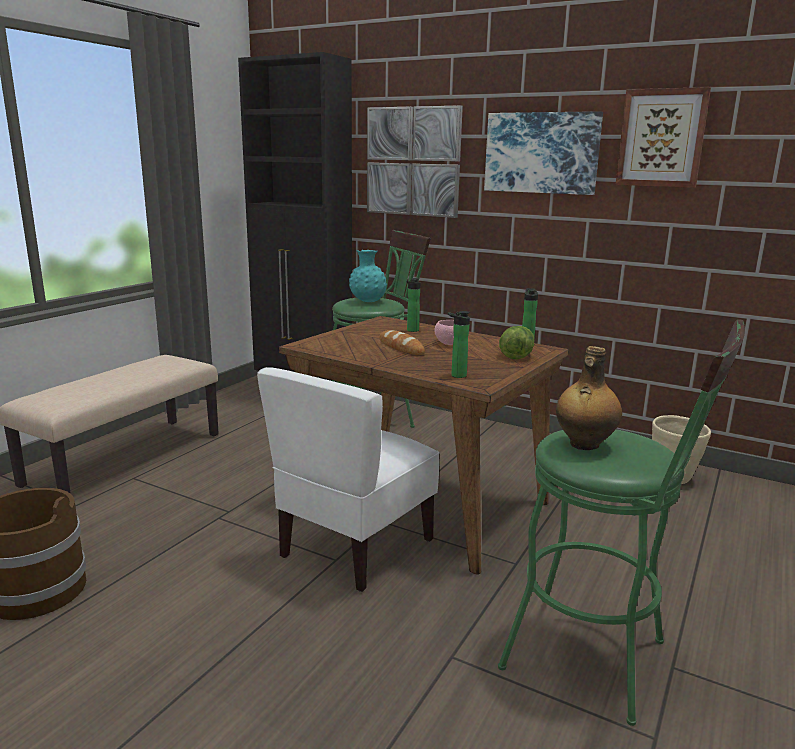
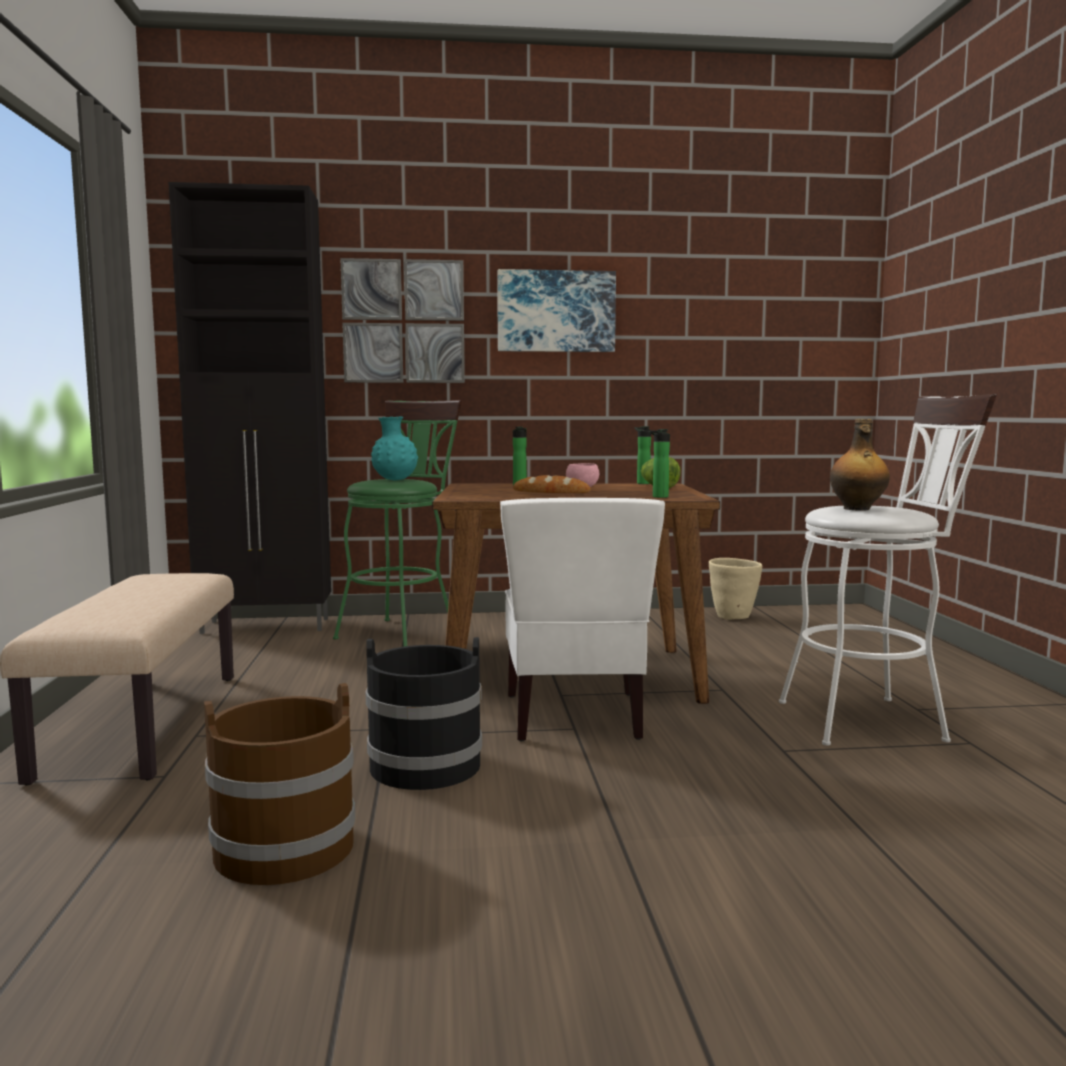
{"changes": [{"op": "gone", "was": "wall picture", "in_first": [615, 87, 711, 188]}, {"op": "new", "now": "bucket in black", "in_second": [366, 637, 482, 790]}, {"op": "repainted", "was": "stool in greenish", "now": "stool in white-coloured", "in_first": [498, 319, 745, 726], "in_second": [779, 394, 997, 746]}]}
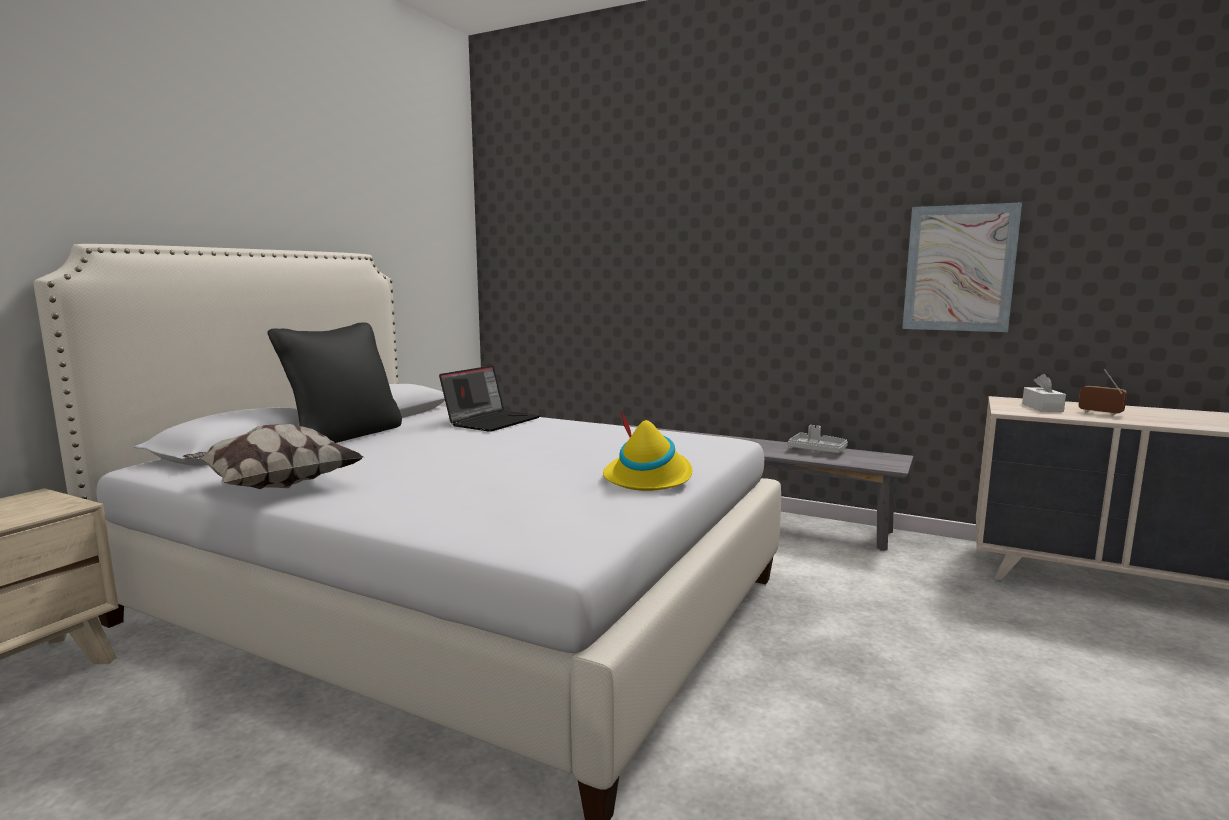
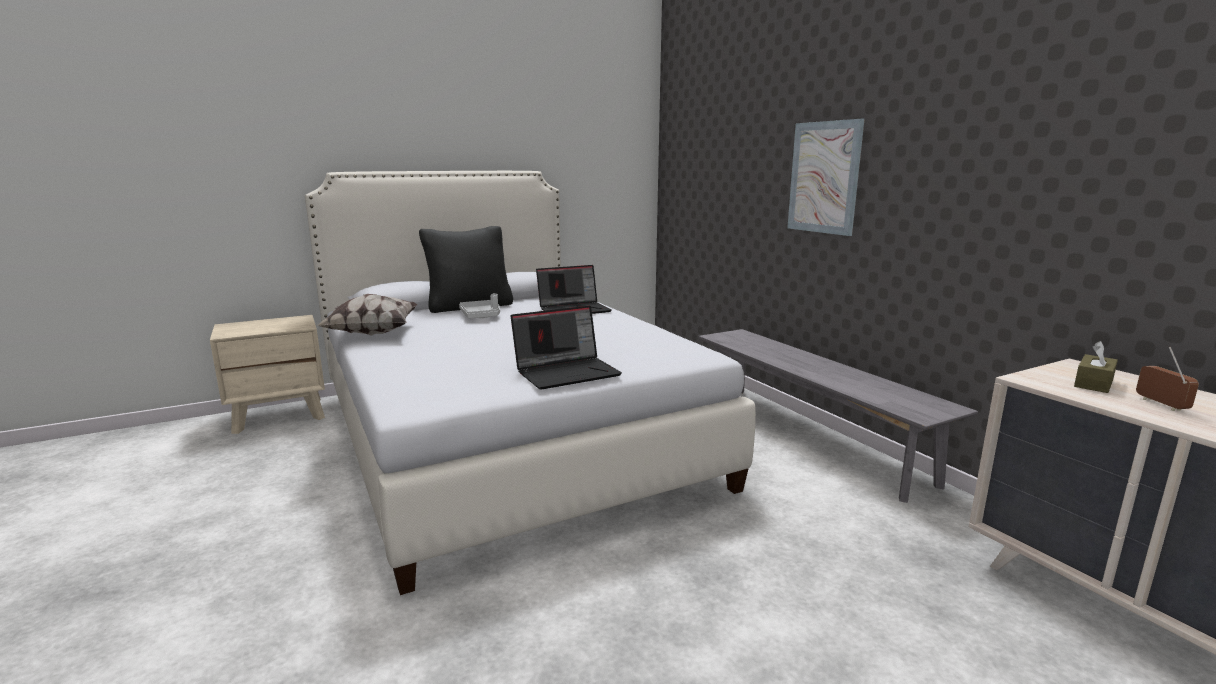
{"changes": [{"op": "shifted", "was": "tray in gray", "in_first": [788, 425, 848, 453], "in_second": [459, 293, 500, 319]}, {"op": "shifted", "was": "wall picture", "in_first": [902, 202, 1022, 332], "in_second": [787, 119, 864, 236]}, {"op": "swapped", "was": "clothing hat in yellow", "now": "laptop", "in_first": [603, 410, 692, 491], "in_second": [511, 306, 622, 390]}, {"op": "repainted", "was": "tissue box in white-coloured", "now": "tissue box in brown", "in_first": [1022, 374, 1066, 412], "in_second": [1074, 341, 1118, 393]}]}
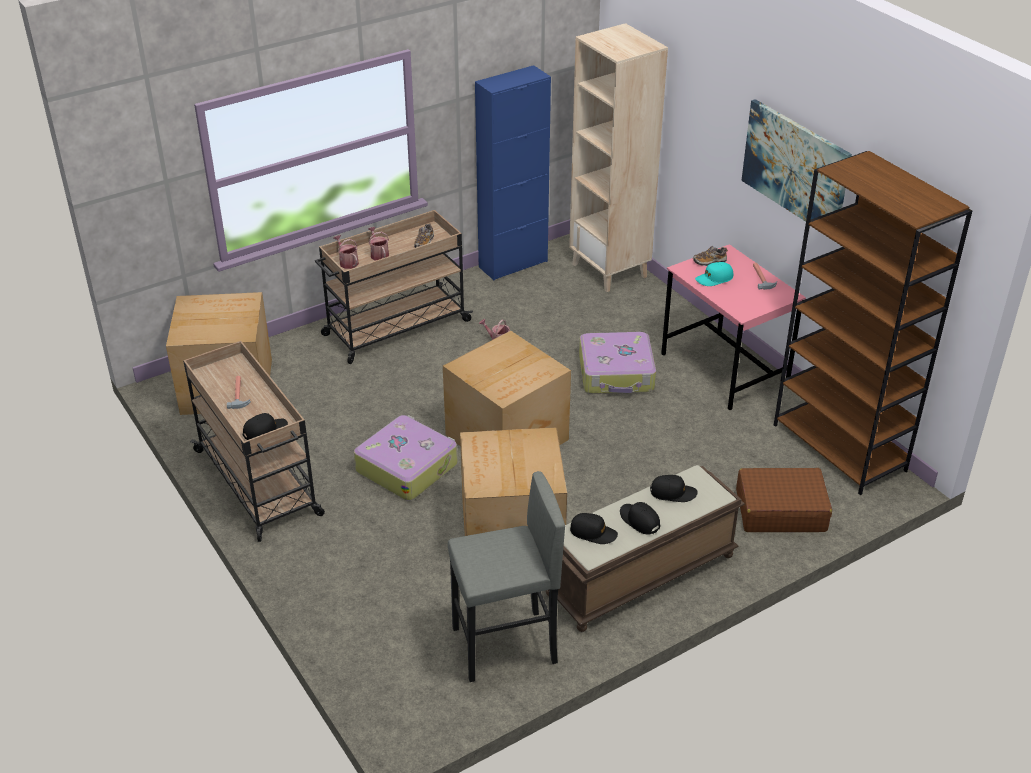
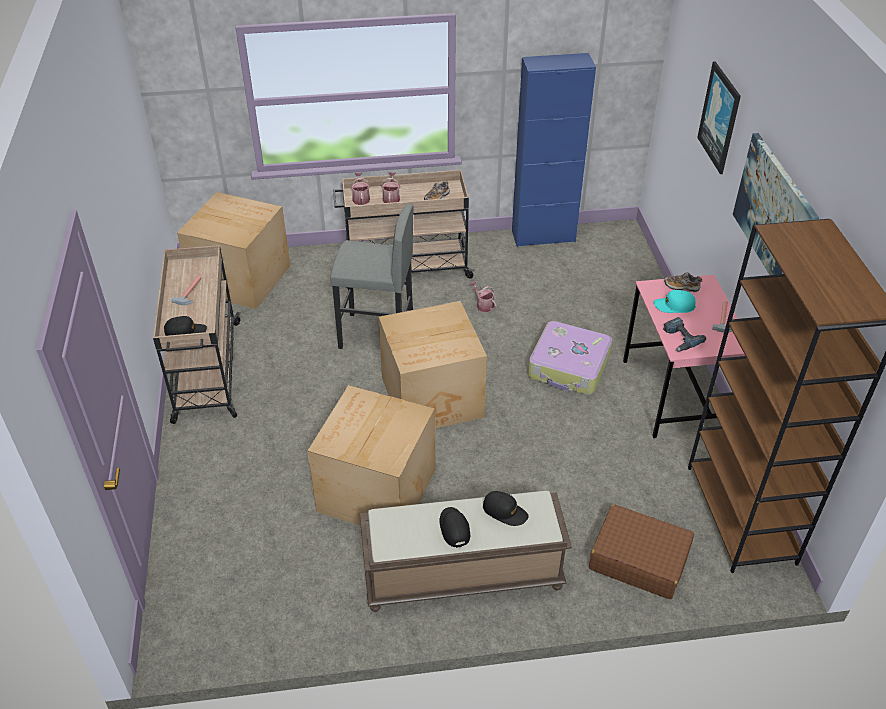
{"changes": [{"op": "gone", "was": "travel case", "in_first": [354, 415, 457, 500]}, {"op": "gone", "was": "bookshelf in beige", "in_first": [569, 23, 668, 292]}, {"op": "gone", "was": "cap in black", "in_first": [570, 513, 618, 544]}, {"op": "new", "now": "drill", "in_second": [663, 317, 706, 351]}, {"op": "new", "now": "wall picture", "in_second": [697, 61, 741, 174]}, {"op": "shifted", "was": "stool in gray", "in_first": [448, 471, 565, 682], "in_second": [330, 204, 414, 349]}]}
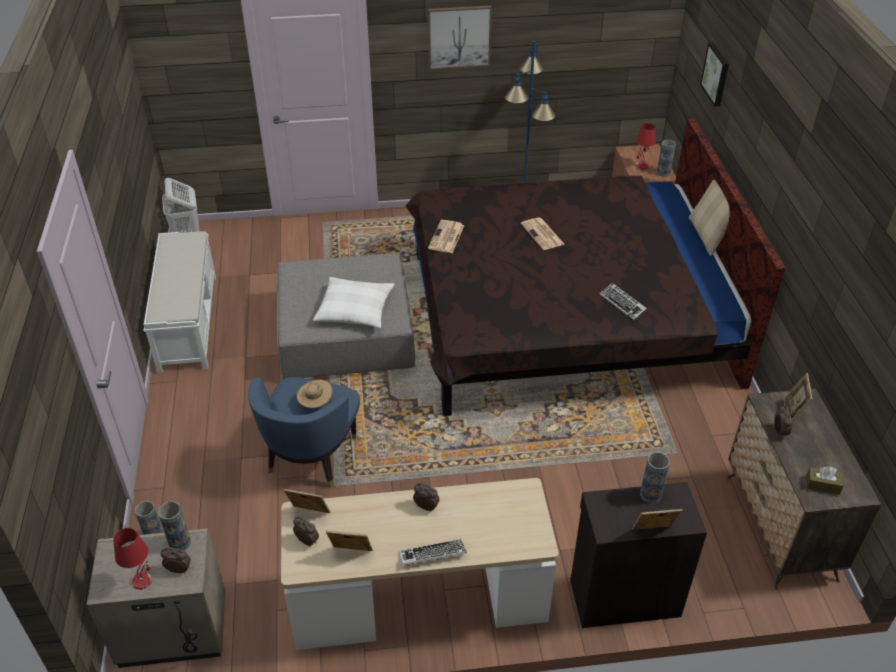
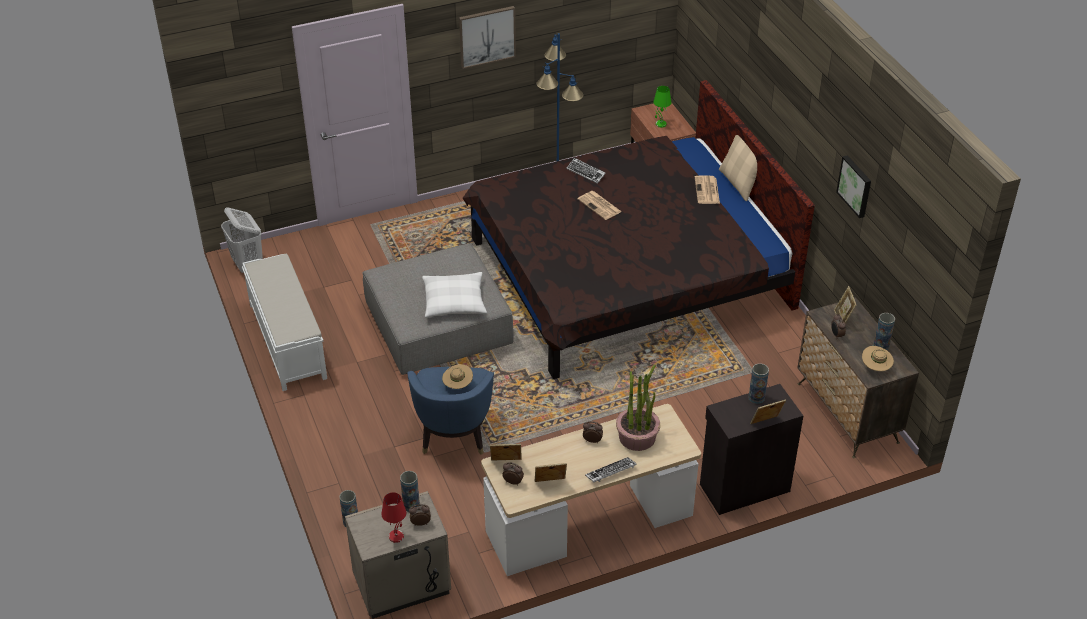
{"changes": [{"op": "new", "now": "plant in a pot", "in_second": [616, 365, 660, 451]}, {"op": "shifted", "was": "printed paper", "in_first": [428, 220, 464, 253], "in_second": [695, 175, 720, 204]}, {"op": "shifted", "was": "computer keyboard", "in_first": [600, 283, 647, 320], "in_second": [566, 158, 606, 184]}, {"op": "shifted", "was": "vase", "in_first": [657, 140, 676, 177], "in_second": [873, 313, 895, 350]}, {"op": "shifted", "was": "wall picture", "in_first": [700, 43, 729, 107], "in_second": [836, 156, 871, 218]}, {"op": "swapped", "was": "tissue box in brown", "now": "clothing hat in beige", "in_first": [806, 466, 844, 495], "in_second": [862, 346, 894, 371]}, {"op": "repainted", "was": "table lamp in reddish", "now": "table lamp in greenish", "in_first": [636, 123, 656, 170], "in_second": [653, 86, 671, 128]}]}
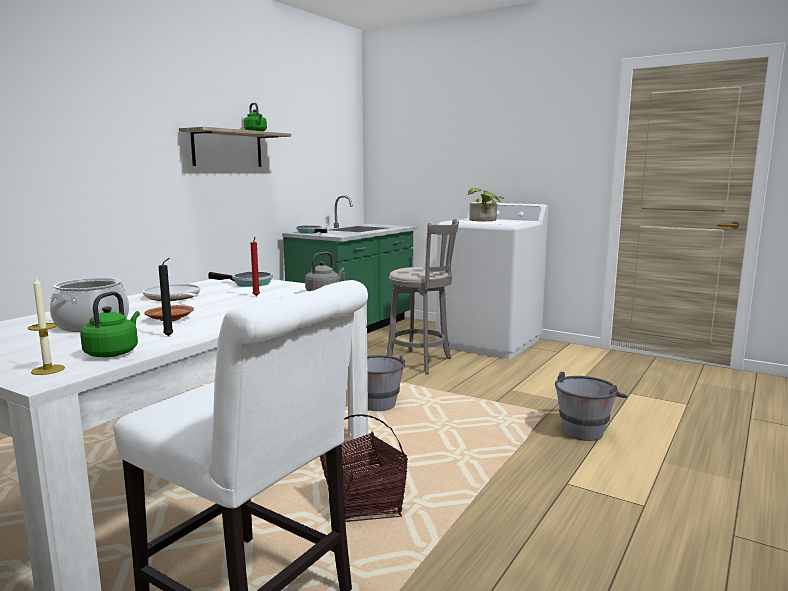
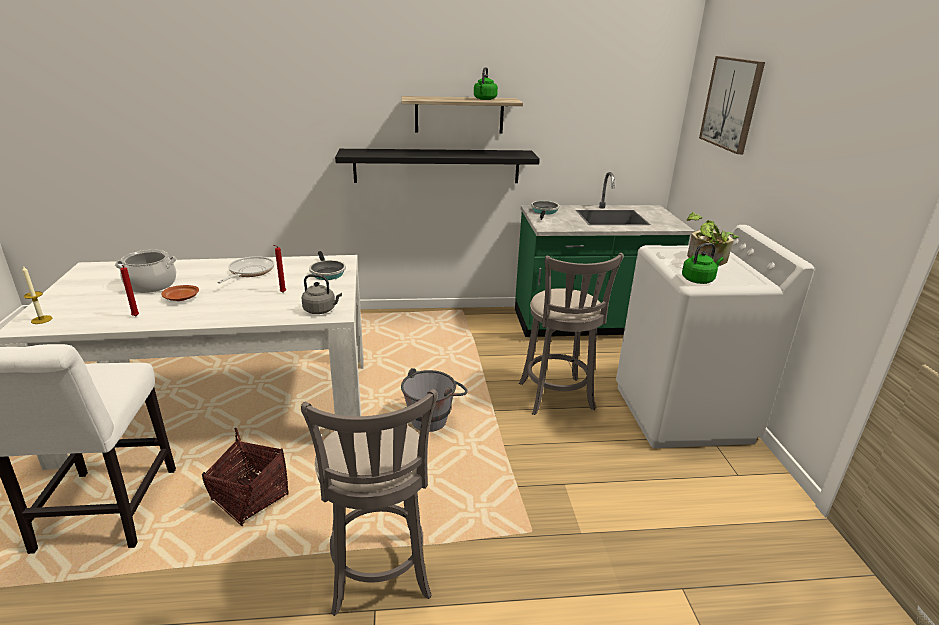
{"changes": [{"op": "gone", "was": "bucket in gray", "in_first": [555, 372, 628, 441]}, {"op": "new", "now": "stool in gray", "in_second": [301, 389, 437, 616]}, {"op": "new", "now": "wall shelf in black", "in_second": [335, 149, 540, 183]}, {"op": "new", "now": "wall picture", "in_second": [699, 56, 765, 154]}, {"op": "shifted", "was": "water kettle in greenish", "in_first": [80, 291, 140, 358], "in_second": [682, 243, 724, 284]}, {"op": "repainted", "was": "candle in black", "now": "candle in reddish", "in_first": [158, 258, 174, 336], "in_second": [120, 265, 139, 316]}]}
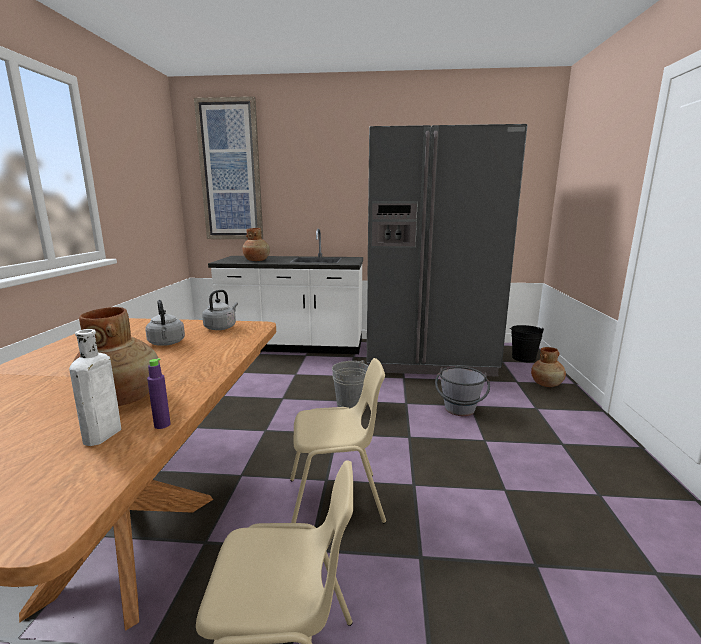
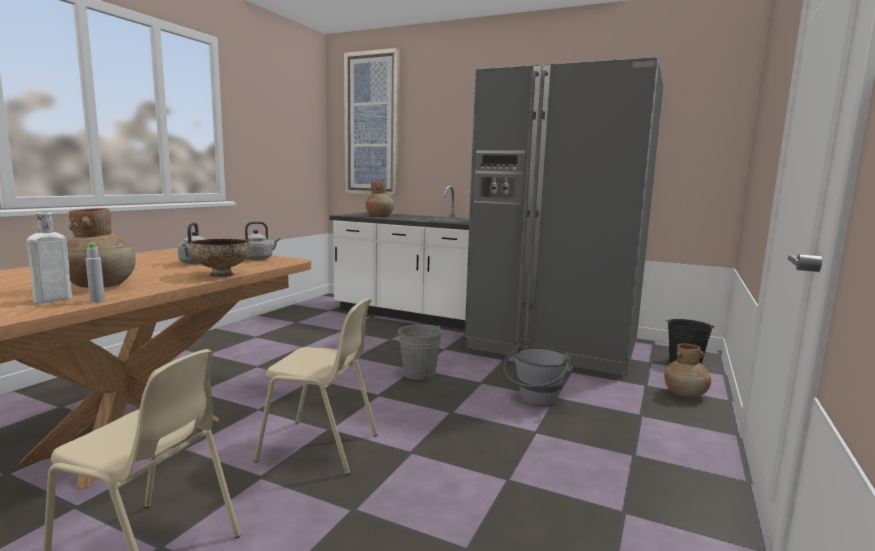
{"changes": [{"op": "new", "now": "bowl", "in_second": [190, 239, 250, 277]}, {"op": "repainted", "was": "drink bottle in purple-coloured", "now": "drink bottle in gray", "in_first": [147, 358, 171, 429], "in_second": [86, 243, 105, 303]}]}
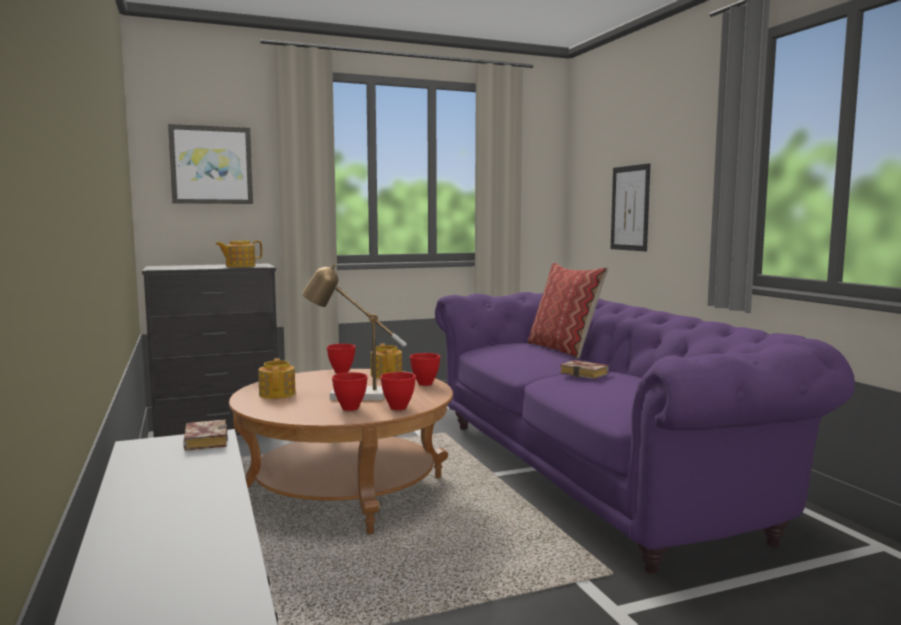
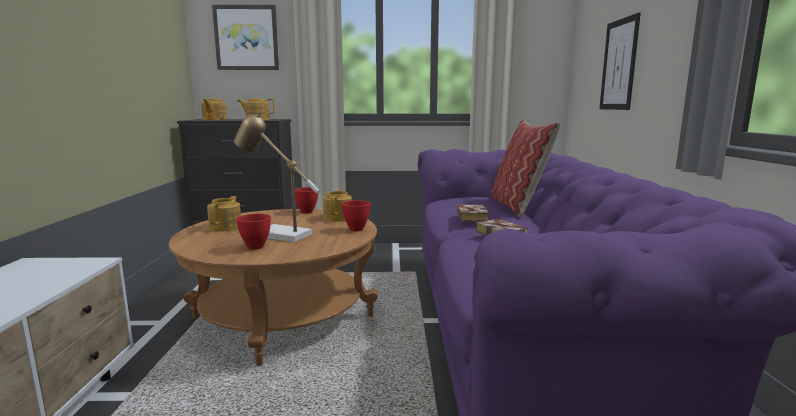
{"changes": [{"op": "gone", "was": "bowl in reddish", "in_first": [381, 372, 416, 410]}, {"op": "new", "now": "tea pot", "in_second": [201, 99, 227, 120]}, {"op": "shifted", "was": "bound book", "in_first": [183, 420, 228, 451], "in_second": [457, 205, 489, 221]}]}
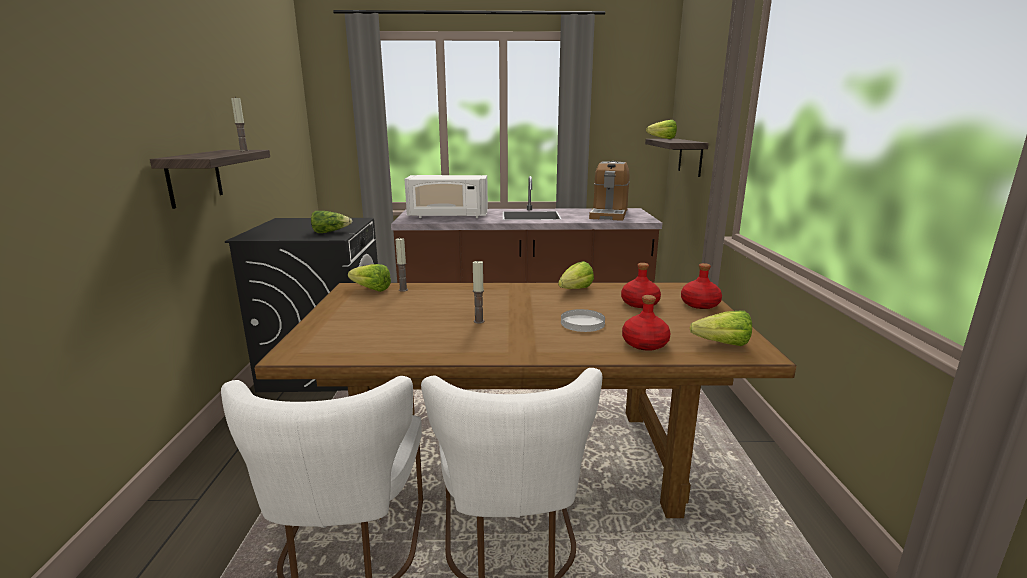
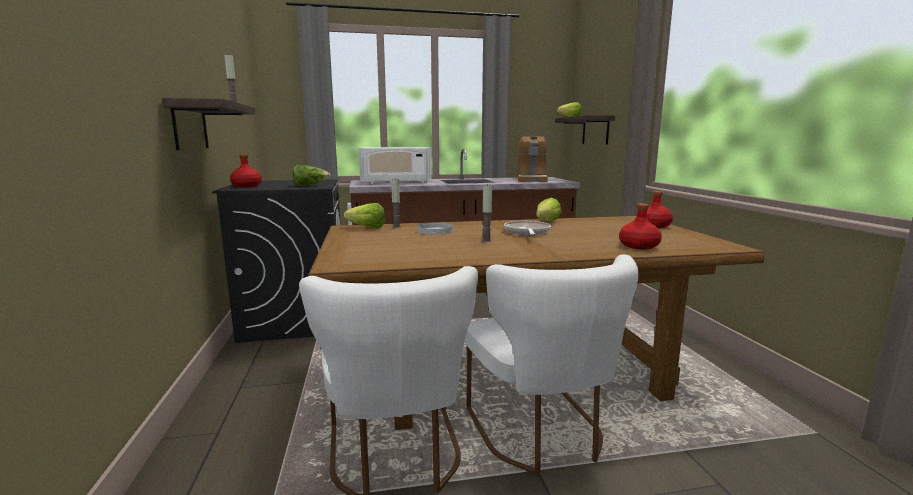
{"changes": [{"op": "gone", "was": "lettuce", "in_first": [690, 311, 752, 346]}, {"op": "new", "now": "pan", "in_second": [504, 221, 551, 235]}, {"op": "shifted", "was": "flat dish in white-coloured", "in_first": [561, 309, 605, 332], "in_second": [418, 222, 453, 234]}, {"op": "shifted", "was": "drink bottle in reddish", "in_first": [621, 263, 661, 308], "in_second": [230, 154, 262, 187]}]}
